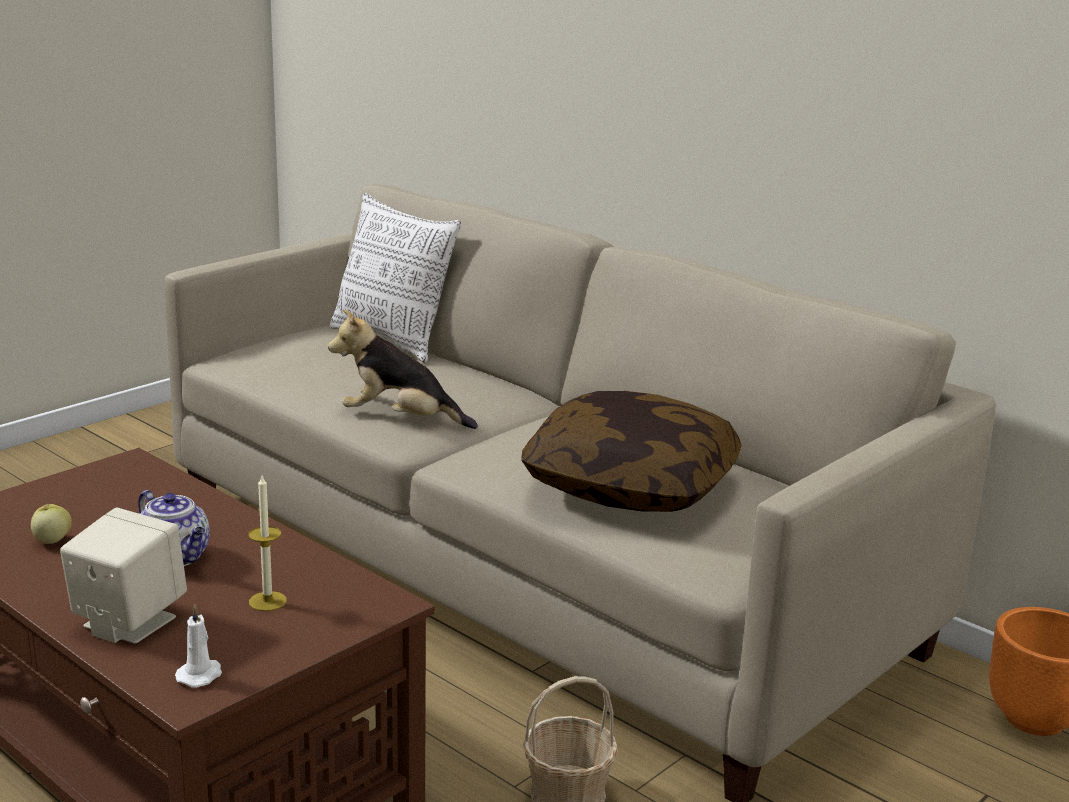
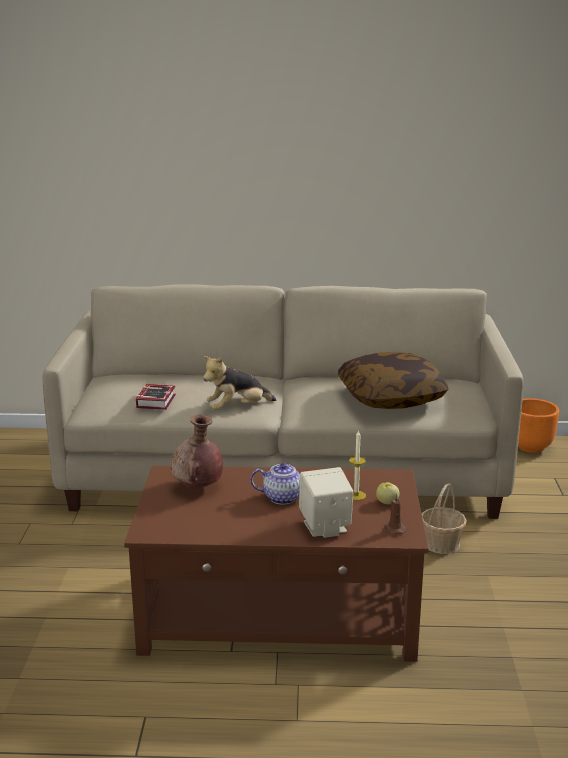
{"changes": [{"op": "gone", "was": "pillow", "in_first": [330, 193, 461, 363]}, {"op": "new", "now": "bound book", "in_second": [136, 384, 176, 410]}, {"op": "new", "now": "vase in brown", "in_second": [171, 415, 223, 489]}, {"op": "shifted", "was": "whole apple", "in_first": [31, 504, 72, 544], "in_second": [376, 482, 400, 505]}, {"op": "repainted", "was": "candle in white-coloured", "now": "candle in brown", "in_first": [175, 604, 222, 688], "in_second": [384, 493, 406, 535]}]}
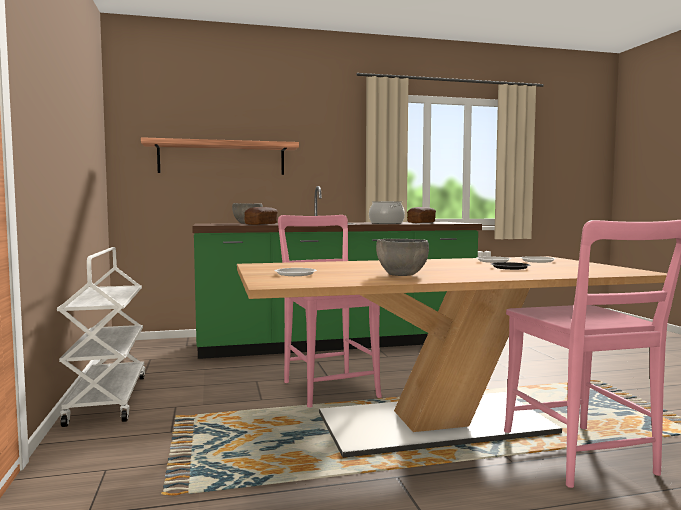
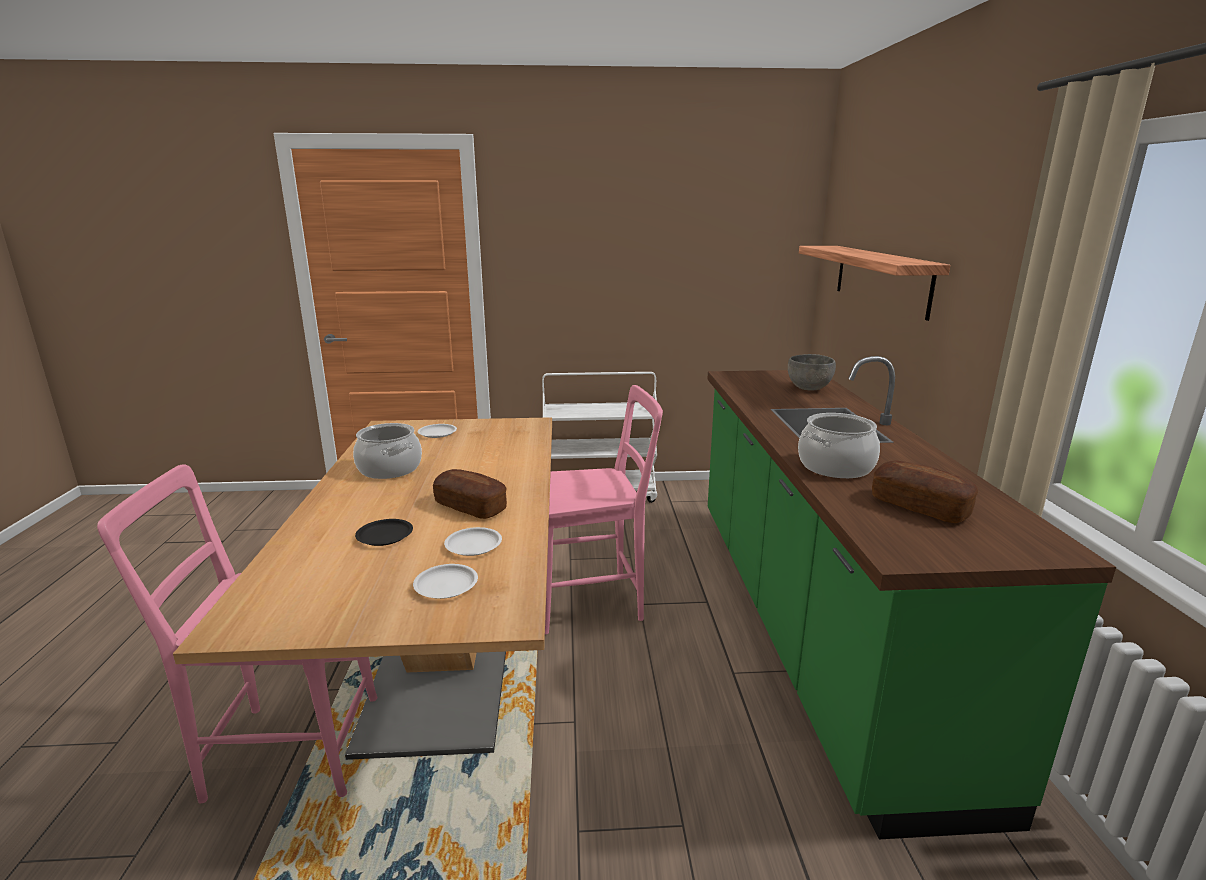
{"changes": [{"op": "shifted", "was": "baked bread", "in_first": [244, 207, 278, 225], "in_second": [433, 469, 507, 519]}, {"op": "swapped", "was": "bowl in gray", "now": "cooking pot", "in_first": [376, 239, 429, 276], "in_second": [353, 423, 422, 479]}]}
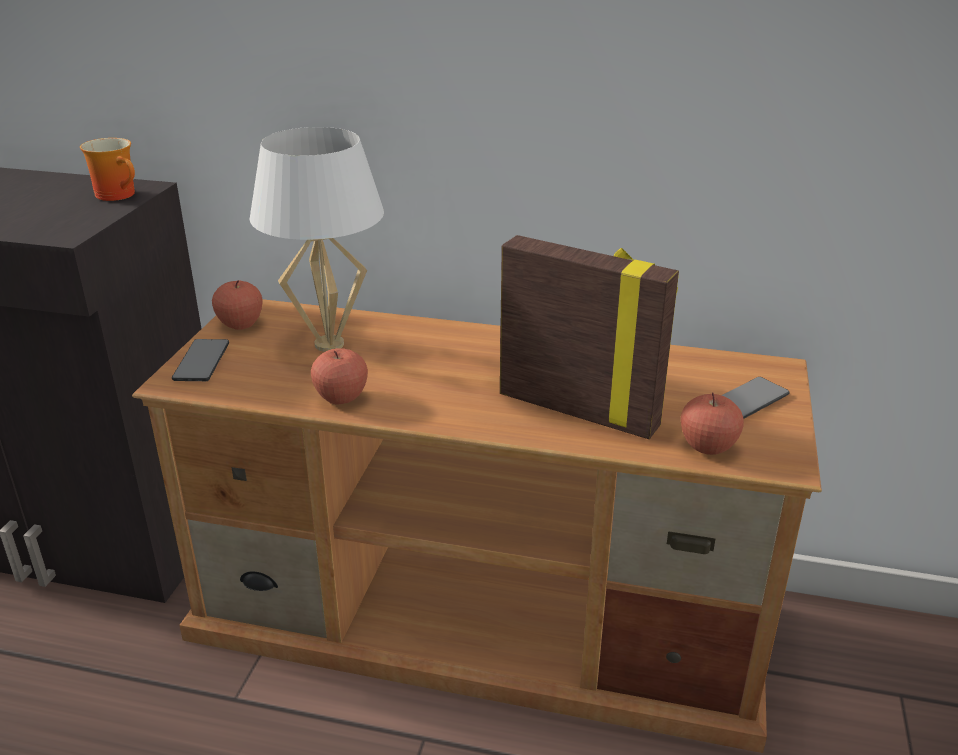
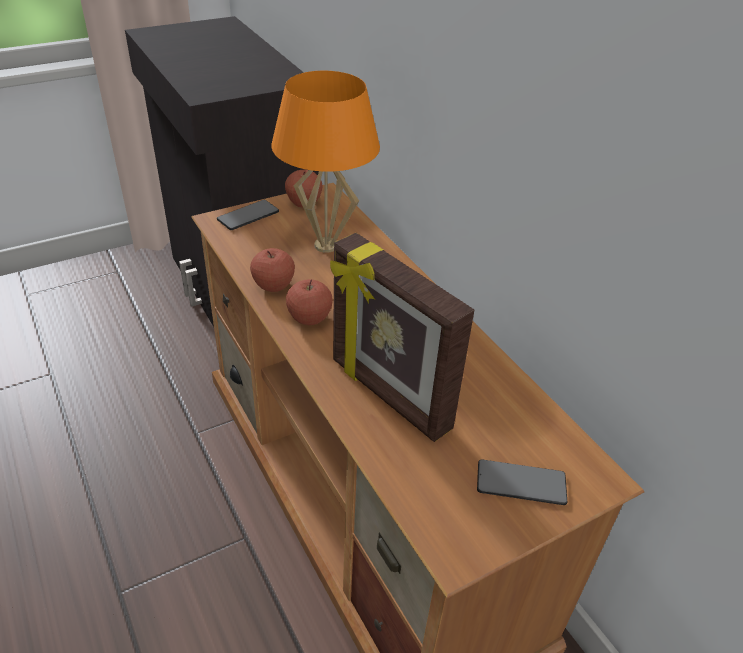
{"changes": [{"op": "gone", "was": "mug", "in_first": [80, 138, 135, 201]}, {"op": "shifted", "was": "whole apple", "in_first": [681, 392, 744, 455], "in_second": [286, 279, 333, 325]}, {"op": "repainted", "was": "table lamp in white-coloured", "now": "table lamp in orange", "in_first": [249, 127, 384, 352], "in_second": [272, 71, 380, 253]}, {"op": "rotated", "was": "photo frame", "in_first": [500, 235, 679, 439], "in_second": [330, 233, 474, 442], "clockwise": 150}]}
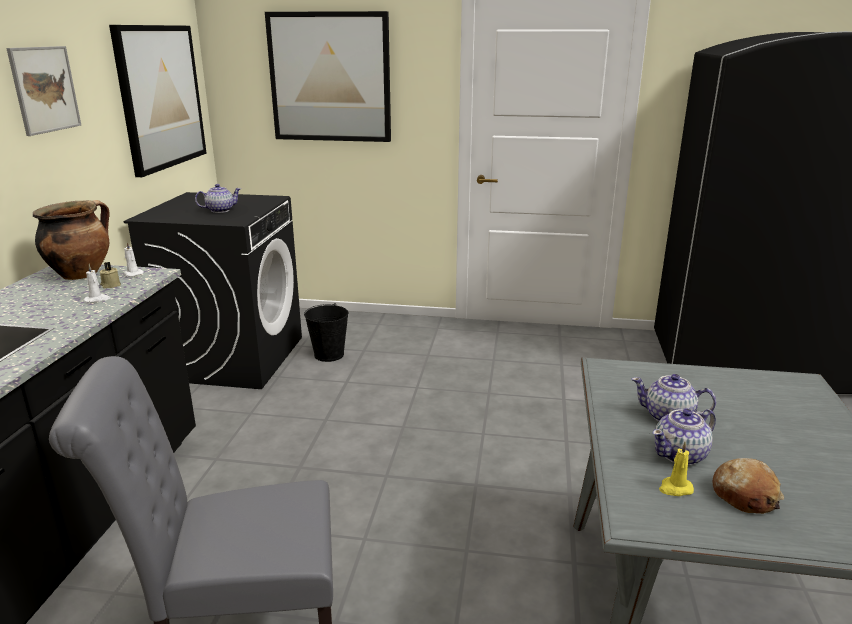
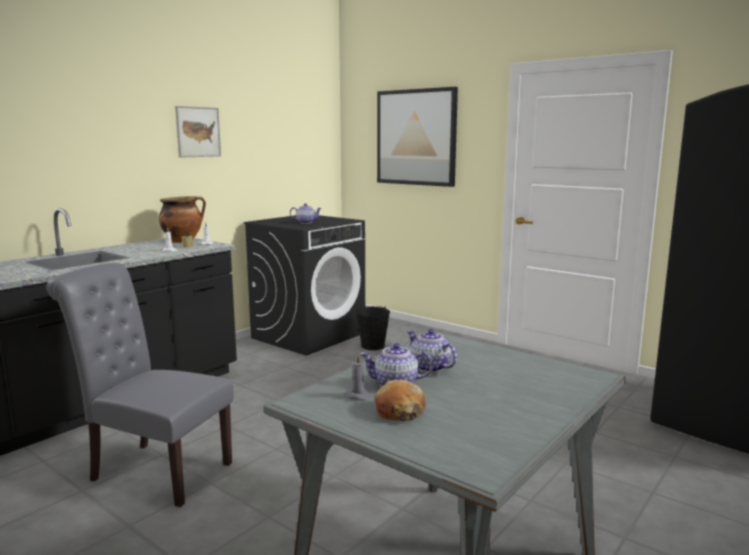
{"changes": [{"op": "gone", "was": "wall picture", "in_first": [109, 25, 207, 177]}, {"op": "repainted", "was": "candle in yellow", "now": "candle in gray", "in_first": [659, 442, 694, 496], "in_second": [344, 354, 371, 400]}]}
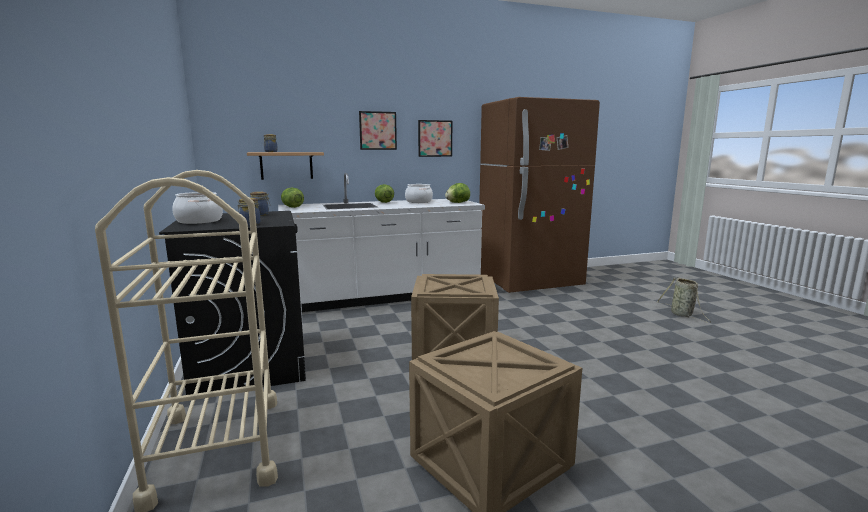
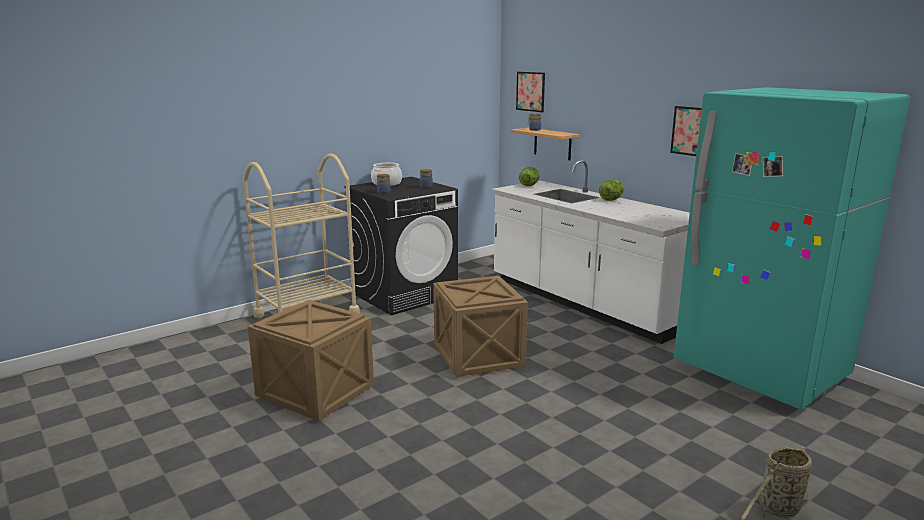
{"changes": [{"op": "gone", "was": "cooking pot", "in_first": [405, 184, 433, 203]}, {"op": "gone", "was": "lettuce", "in_first": [445, 183, 470, 203]}, {"op": "shifted", "was": "wall picture", "in_first": [359, 111, 397, 150], "in_second": [516, 72, 545, 112]}, {"op": "repainted", "was": "kitchen fridge in brown", "now": "kitchen fridge in turquoise", "in_first": [479, 97, 600, 293], "in_second": [674, 87, 910, 410]}]}
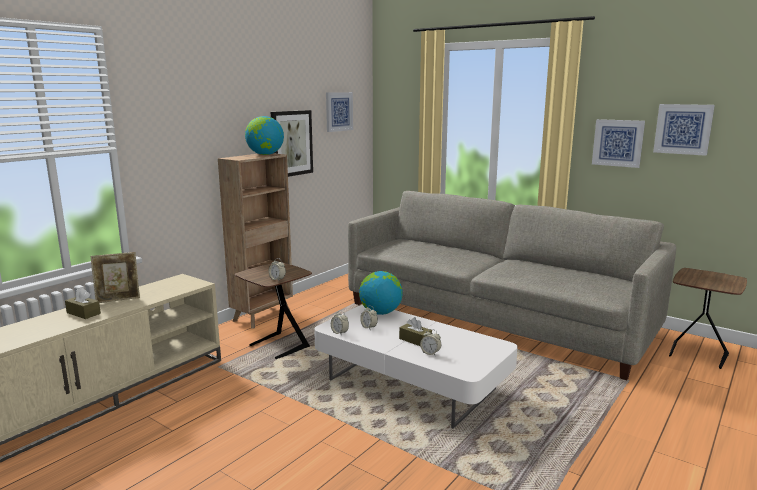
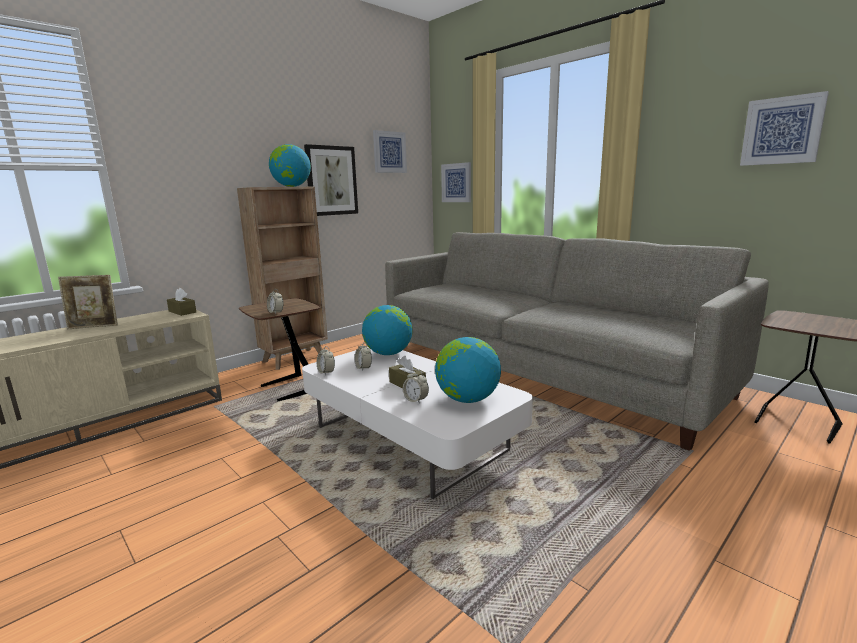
{"changes": [{"op": "new", "now": "desk globe", "in_second": [435, 337, 501, 403]}, {"op": "shifted", "was": "tissue box in brown", "in_first": [65, 288, 101, 319], "in_second": [167, 288, 196, 316]}, {"op": "shifted", "was": "wall picture", "in_first": [592, 119, 645, 168], "in_second": [441, 162, 471, 202]}]}
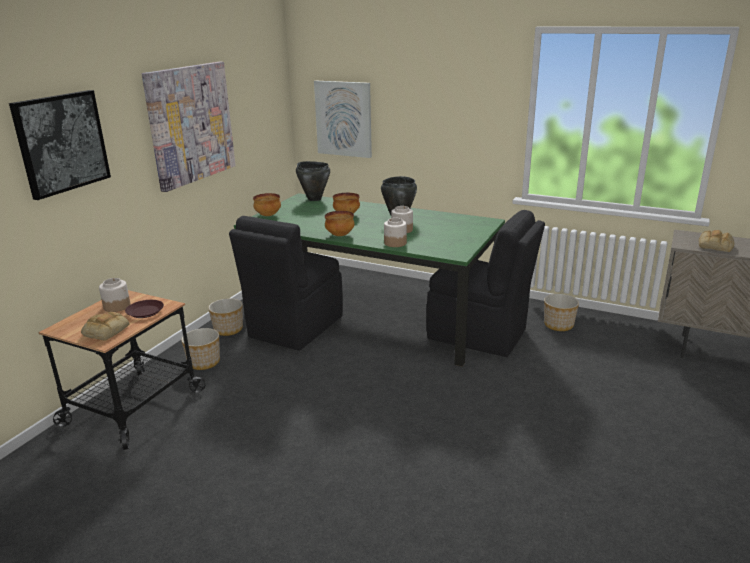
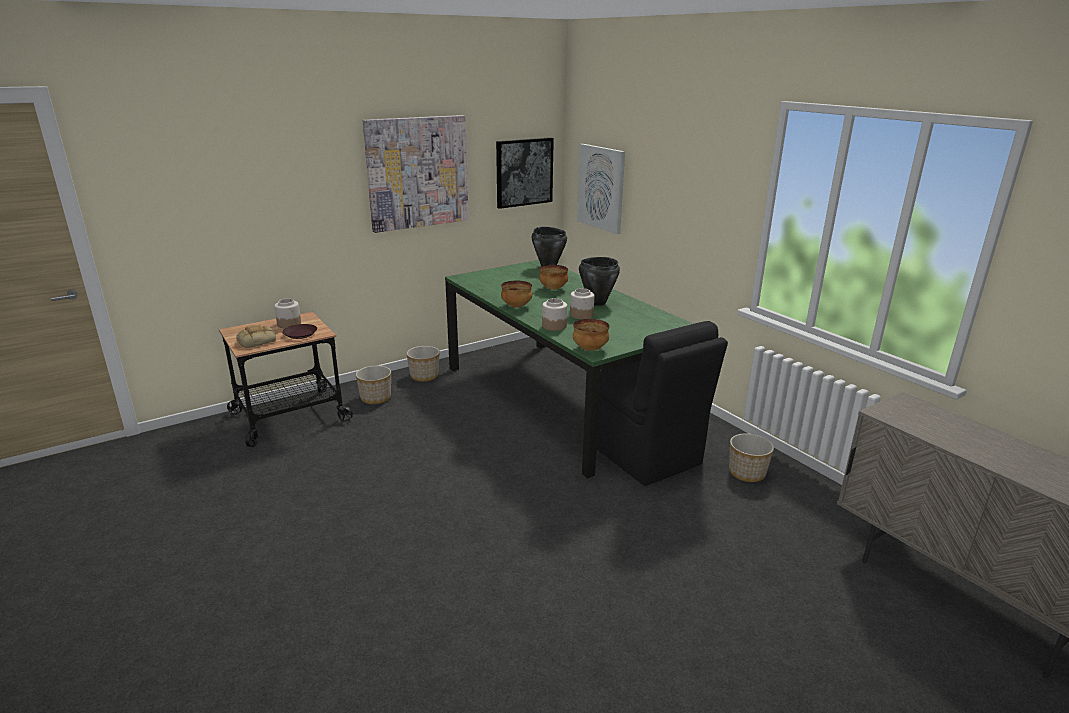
{"changes": [{"op": "gone", "was": "chair in black", "in_first": [229, 216, 343, 351]}, {"op": "gone", "was": "baked bread", "in_first": [698, 230, 735, 252]}, {"op": "shifted", "was": "wall picture", "in_first": [9, 90, 111, 200], "in_second": [496, 137, 554, 209]}, {"op": "shifted", "was": "bowl", "in_first": [253, 193, 281, 216], "in_second": [573, 319, 609, 351]}]}
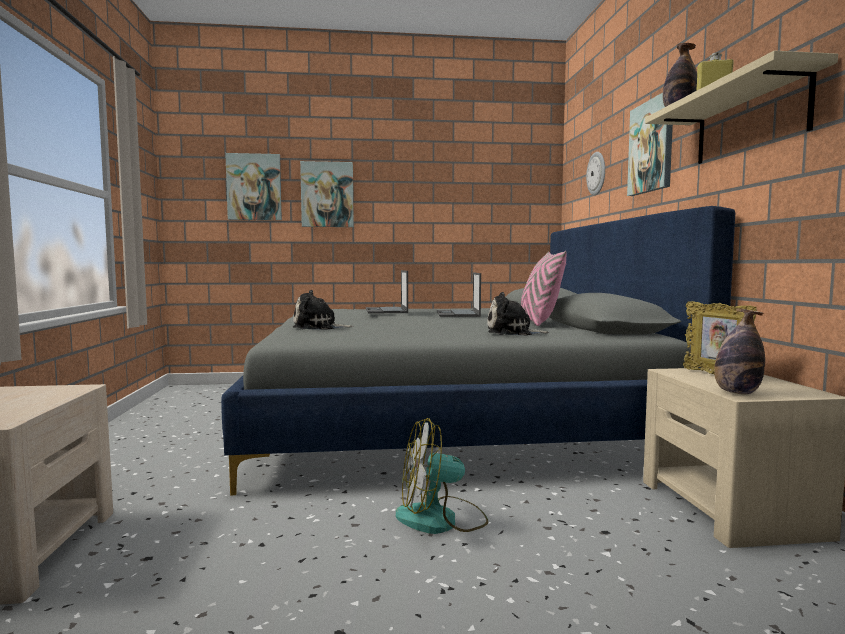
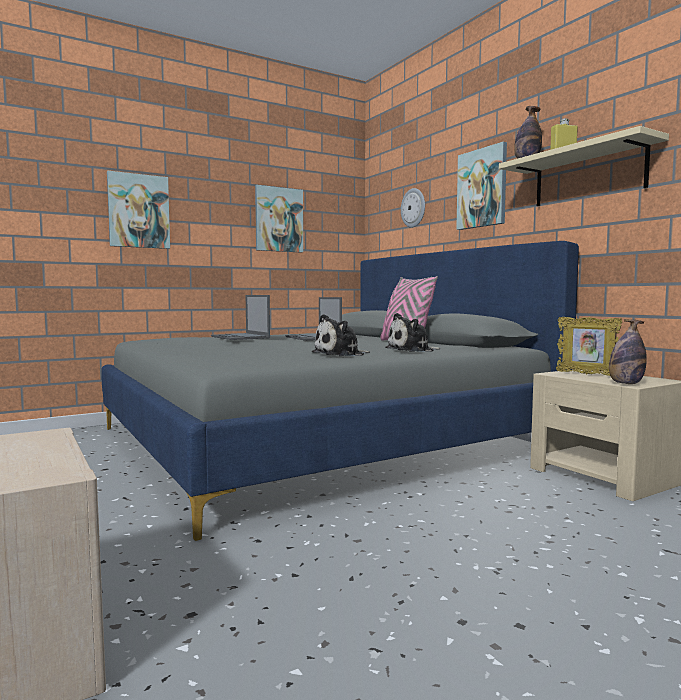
{"changes": [{"op": "gone", "was": "fan", "in_first": [396, 418, 488, 534]}, {"op": "shifted", "was": "wall picture", "in_first": [225, 153, 282, 220], "in_second": [255, 185, 303, 252]}, {"op": "shifted", "was": "soft toy", "in_first": [293, 290, 353, 330], "in_second": [312, 314, 370, 356]}]}
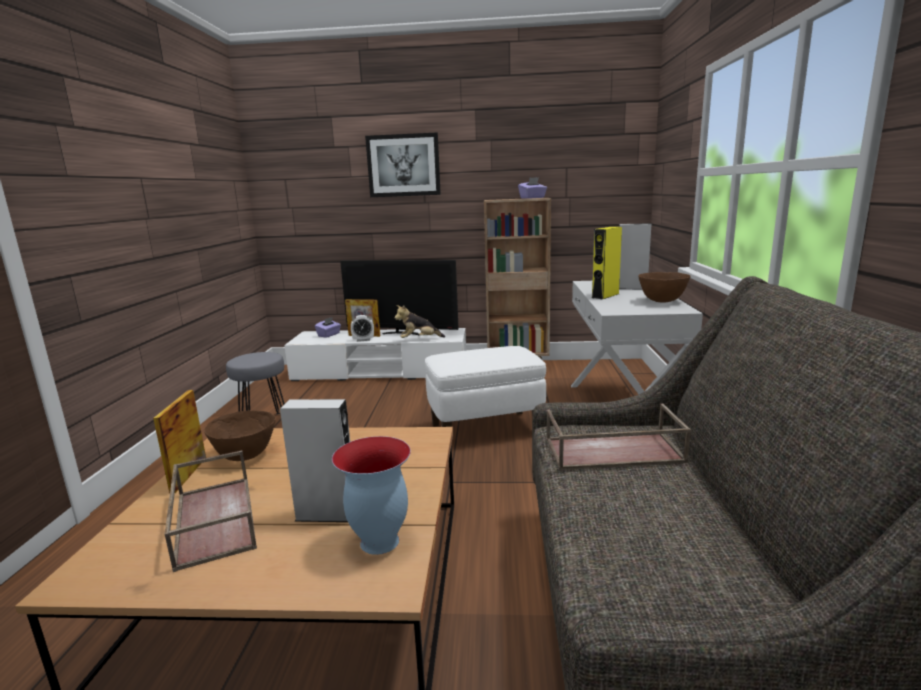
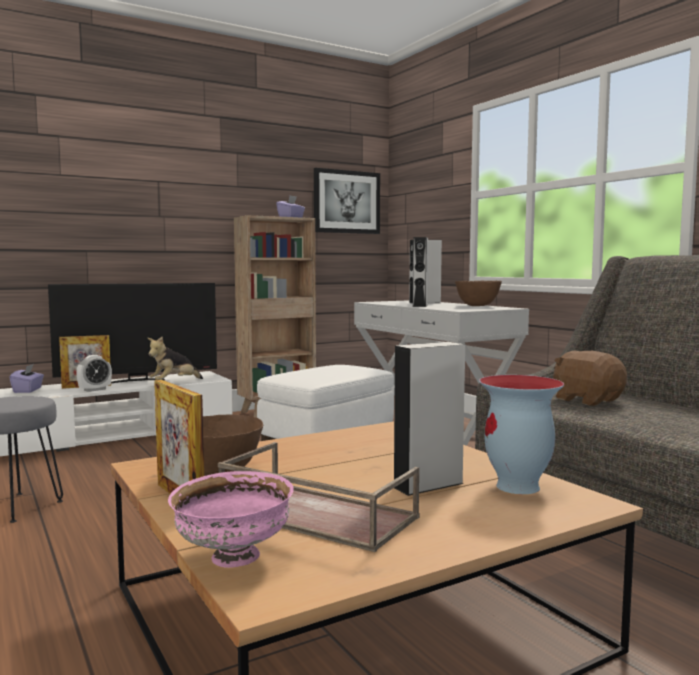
{"changes": [{"op": "new", "now": "bowl in pink", "in_second": [168, 471, 294, 568]}, {"op": "shifted", "was": "wall picture", "in_first": [365, 133, 441, 197], "in_second": [314, 168, 380, 234]}, {"op": "swapped", "was": "tray in brown", "now": "soft toy in brown", "in_first": [546, 404, 691, 470], "in_second": [553, 351, 627, 406]}, {"op": "repainted", "was": "loudspeaker in yellow", "now": "loudspeaker in gray", "in_first": [592, 227, 622, 299], "in_second": [413, 237, 428, 307]}]}
